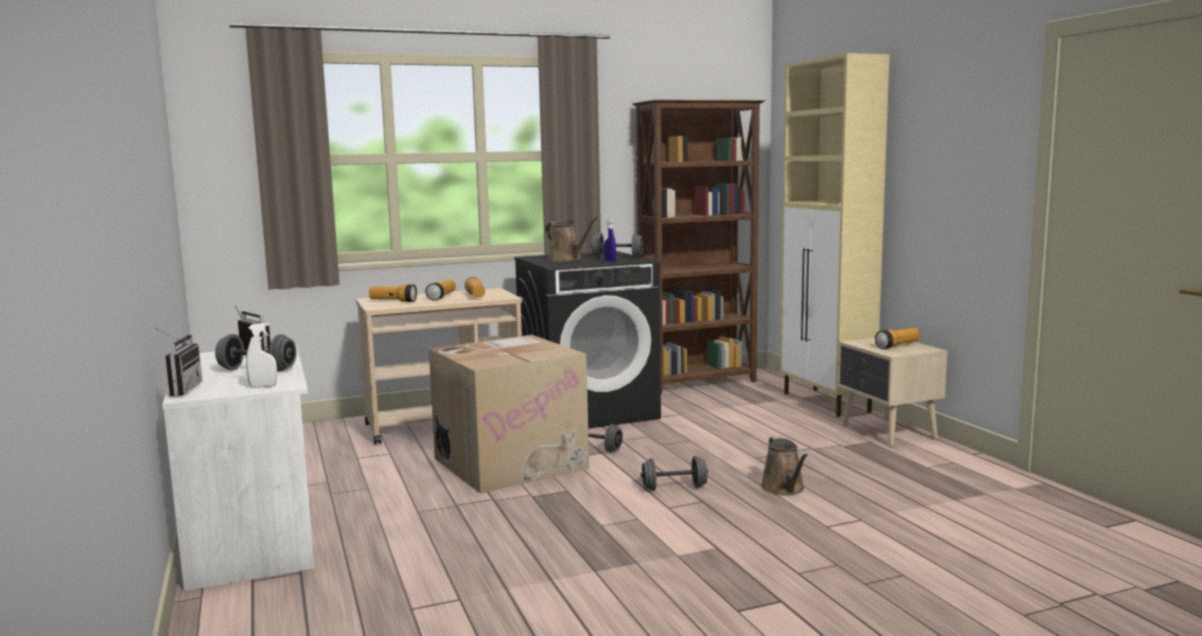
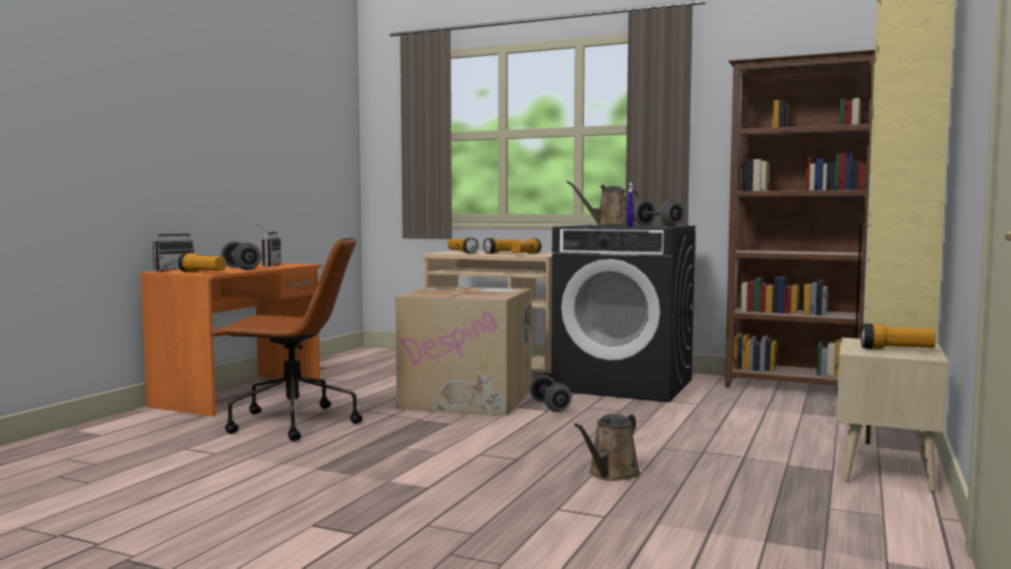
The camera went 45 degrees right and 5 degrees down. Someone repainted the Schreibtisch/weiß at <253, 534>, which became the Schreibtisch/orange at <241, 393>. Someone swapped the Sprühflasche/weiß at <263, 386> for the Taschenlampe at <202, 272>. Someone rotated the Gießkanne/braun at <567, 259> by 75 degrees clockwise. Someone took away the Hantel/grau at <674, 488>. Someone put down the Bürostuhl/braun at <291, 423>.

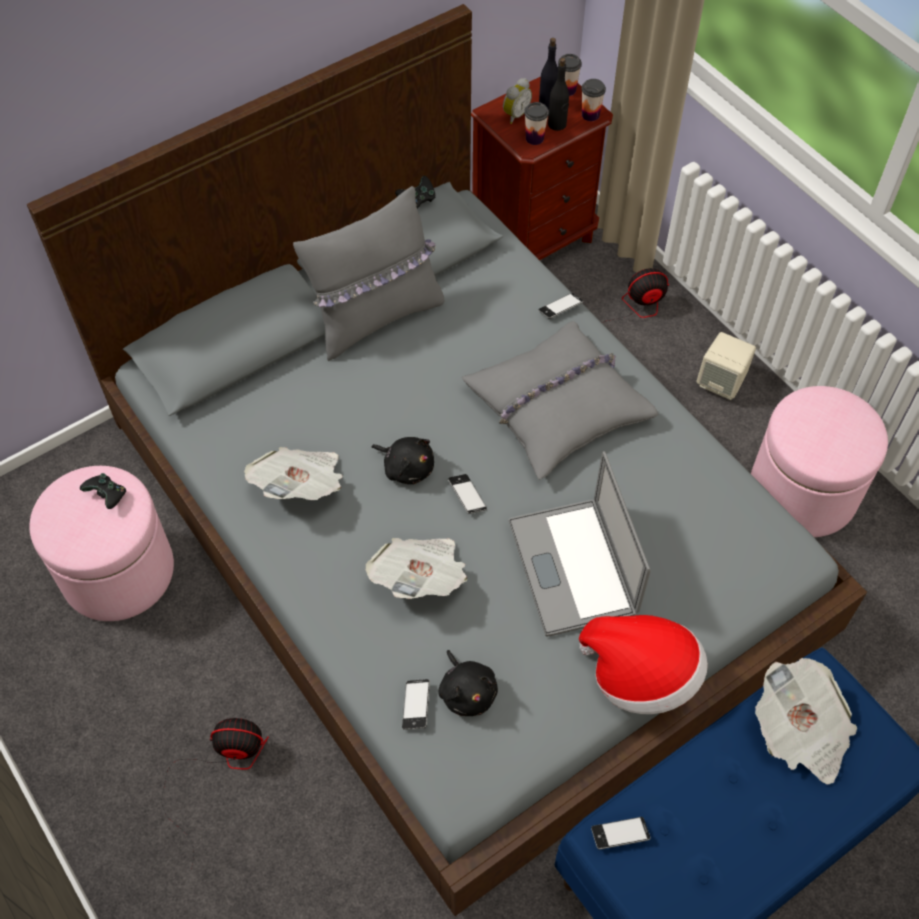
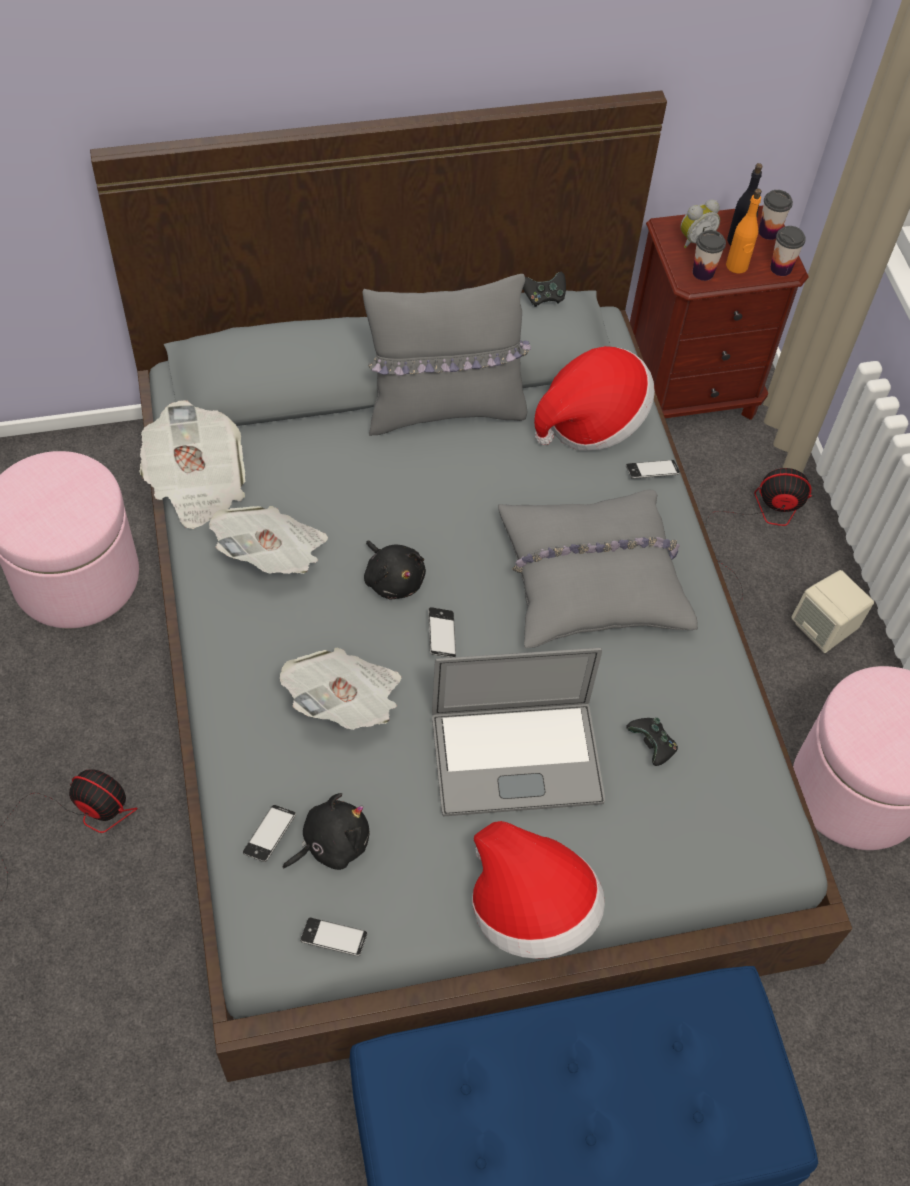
The camera went 20 degrees right and 0 degrees up. Someone carried the Gamepad/schwarz from <107, 496> to <652, 746>. Someone rotated the Plüschtier/schwarz at <467, 691> by 120 degrees counterclockwise. Someone rotated the Laptop at <572, 567> by 105 degrees counterclockwise. Someone repainted the Flasche/schwarz at <557, 124>, which became the Flasche/orange at <737, 266>. Someone carried the Handy from <620, 834> to <334, 938>. Someone carried the Zeitung from <800, 732> to <196, 483>. Someone put down the Hut at <591, 421>.

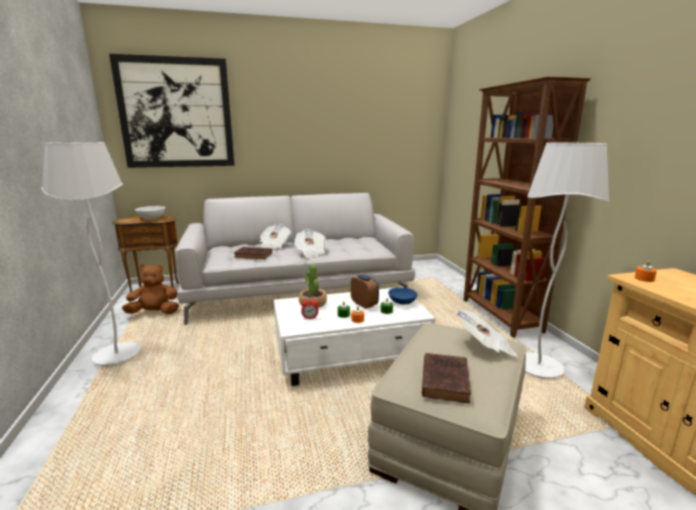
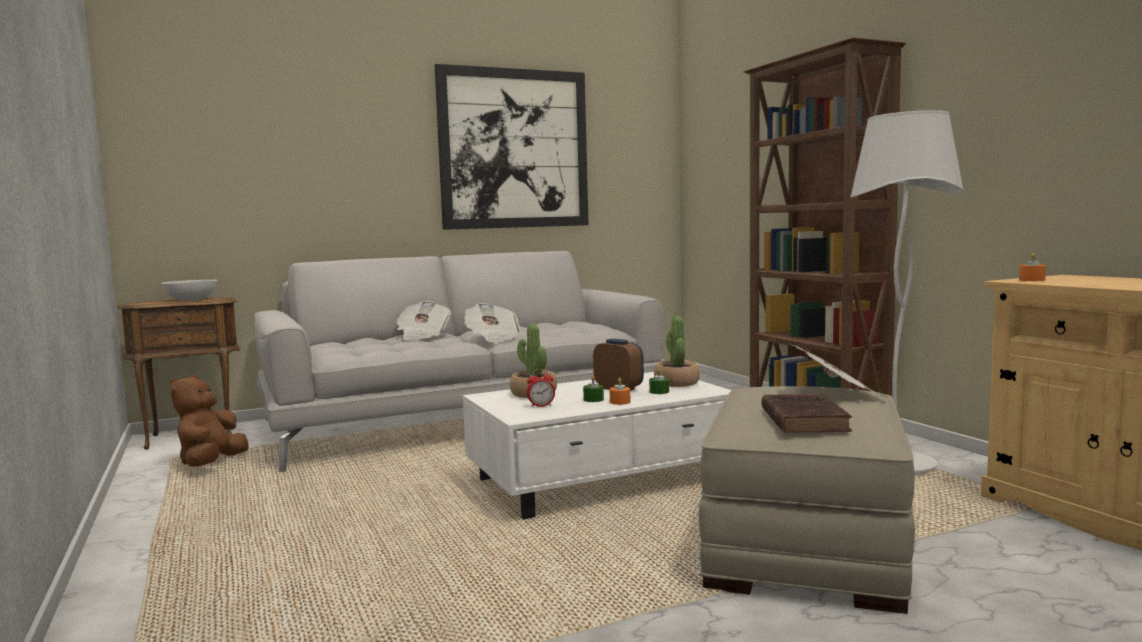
The camera went 10 degrees left and 10 degrees down. Someone took away the Stehlampe/weiß at <117, 356>. Someone carried the Bild from <176, 113> to <514, 149>. Someone rotated the Plüschtier/braun at <155, 313> by 60 degrees counterclockwise. Someone took away the Buch/braun at <254, 255>. Someone swapped the Schüssel/blau at <401, 302> for the Topfpflanze at <676, 383>.

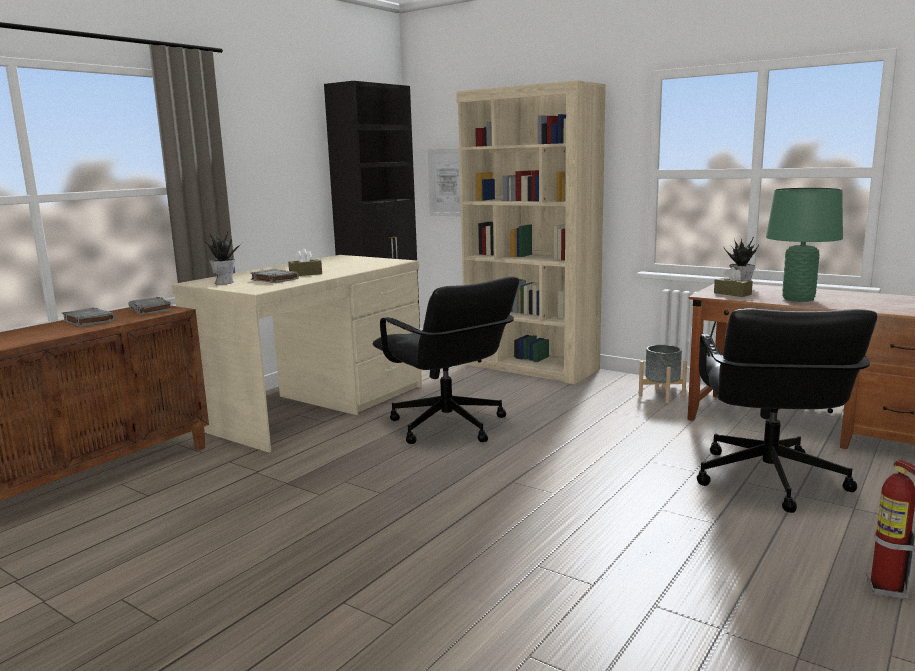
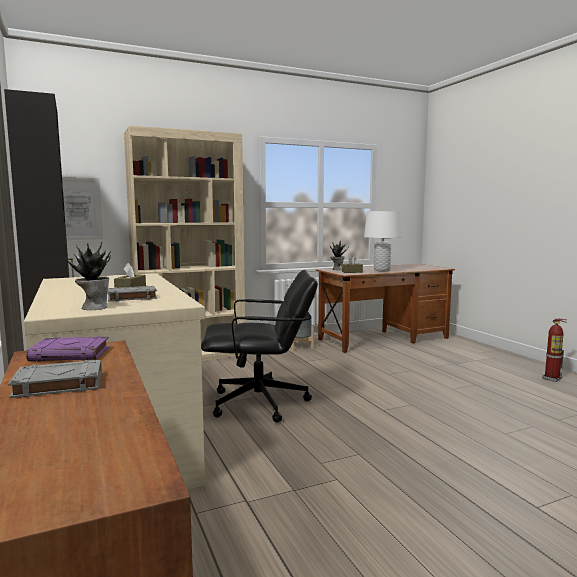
The camera went 60 degrees left and 5 degrees down. Someone repainted the Buch/grau at <151, 310>, which became the Buch/lila at <71, 354>. Someone took away the Bürostuhl/schwarz at <767, 480>. Someone repainted the Tischlampe/grün at <798, 299>, which became the Tischlampe/weiß at <381, 270>.

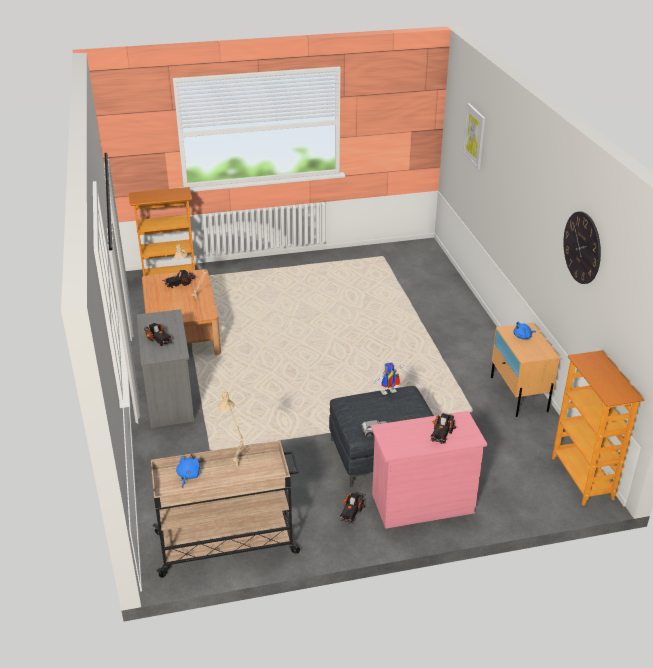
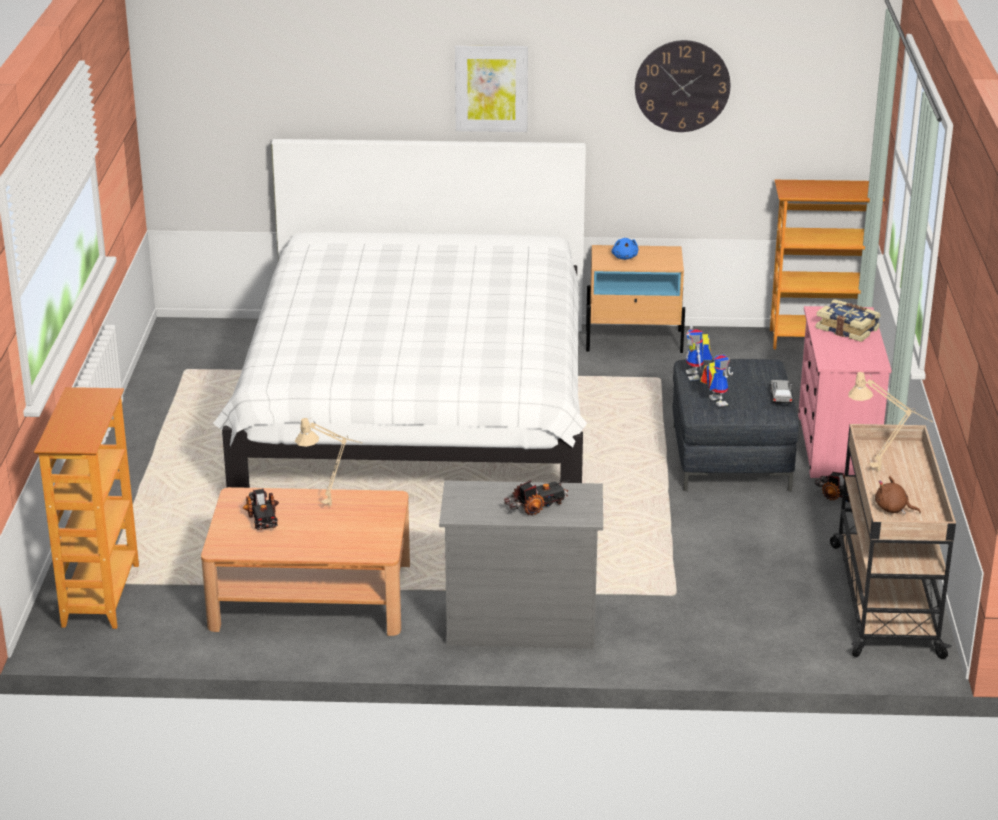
The camera went 75 degrees left and 5 degrees down. Someone repainted the Plüschtier/blau at <188, 476>, which became the Plüschtier/braun at <893, 509>. Someone swapped the Spielzeuglaster at <441, 434> for the Buch at <847, 329>. Someone carried the Bild from <474, 136> to <491, 88>. Someone put down the Bett/weiß at <417, 410>. Someone put down the Spielzeugroboter at <714, 401>.

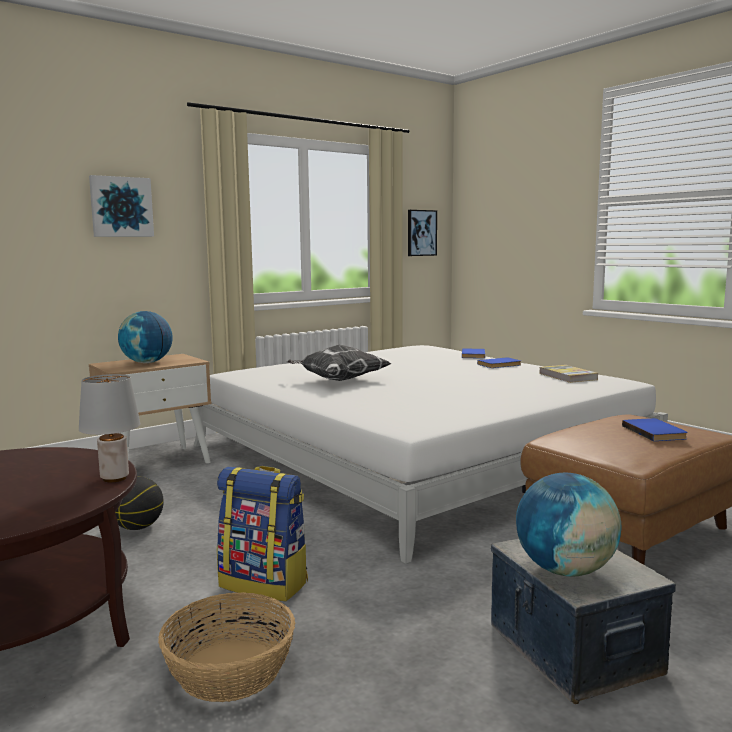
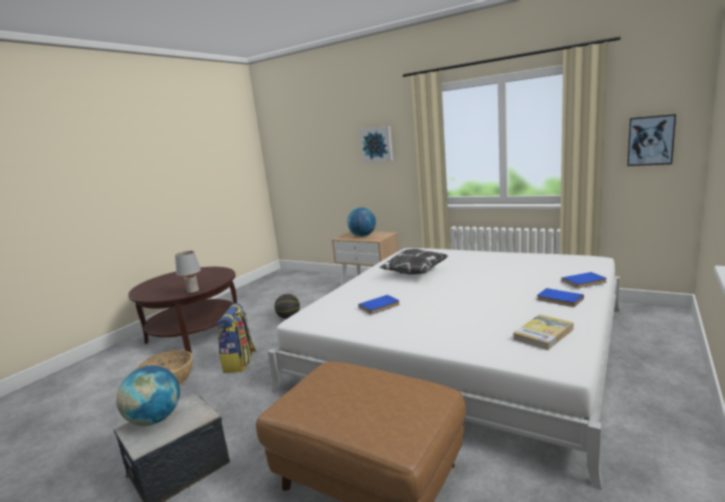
The camera went 70 degrees right and 5 degrees up. Someone carried the Buch/blau from <655, 432> to <380, 306>.

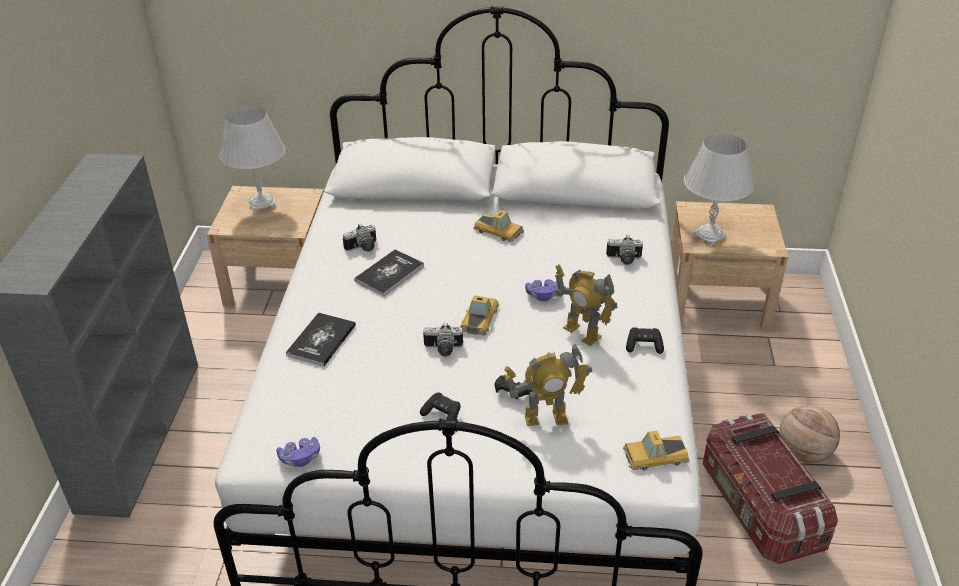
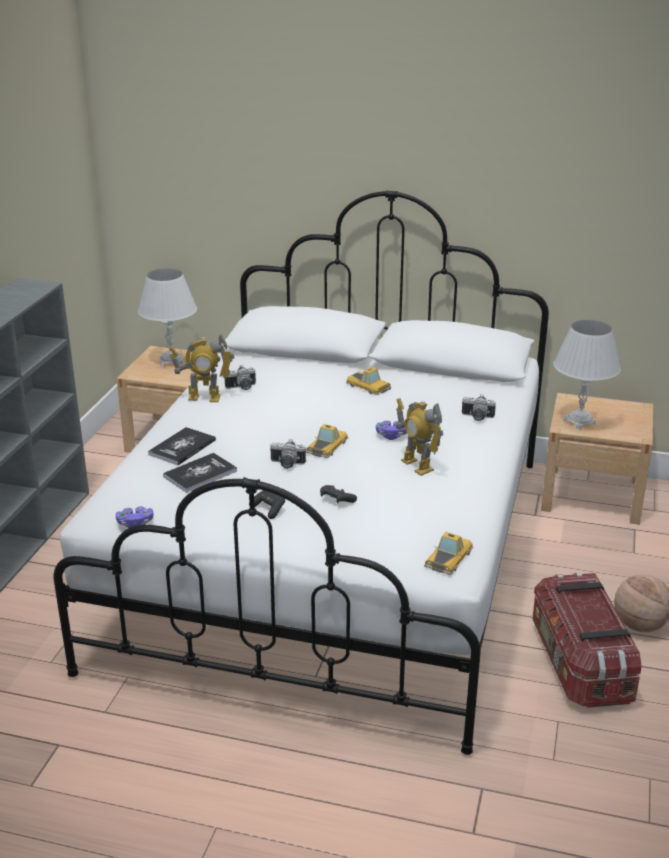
The camera went 10 degrees right and 10 degrees down. Someone carried the Buch from <389, 274> to <200, 474>. Someone carried the Spielzeugroboter from <546, 418> to <204, 398>. Someone rotated the Spielzeugauto at <654, 455> by 120 degrees clockwise. Someone took away the Gamepad/schwarz at <644, 346>.

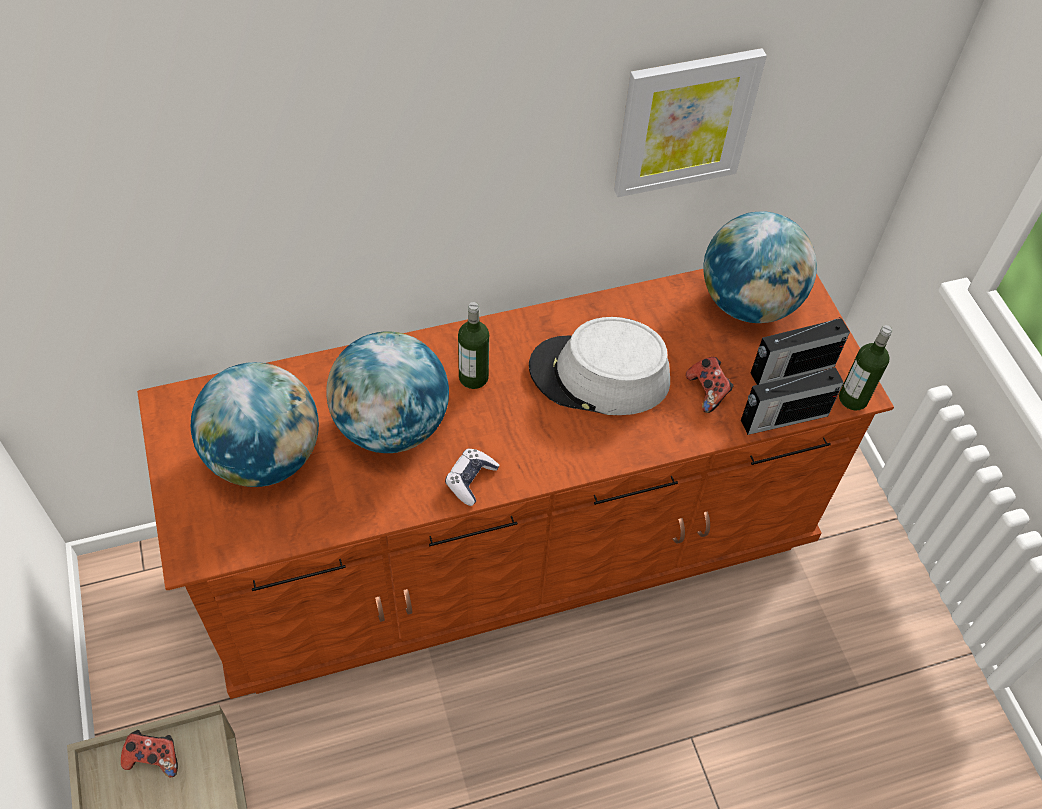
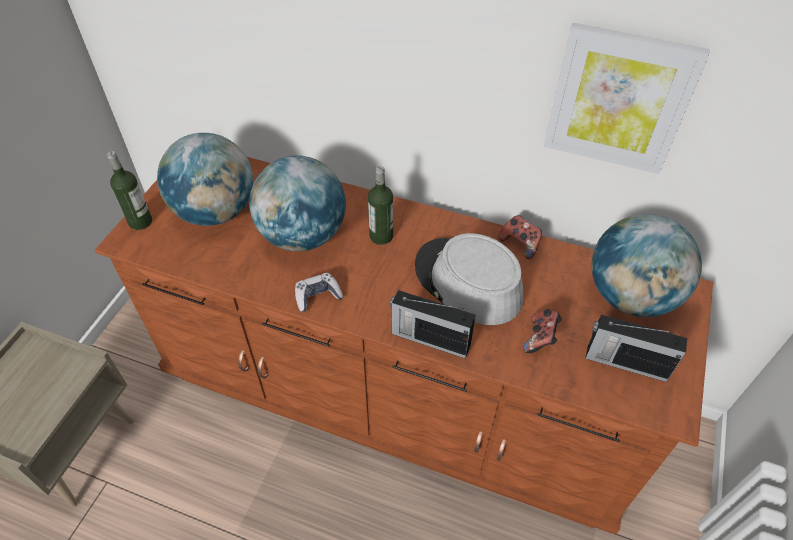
The camera went 40 degrees right and 5 degrees down. Someone carried the Gamepad from <154, 758> to <520, 244>. Someone carried the Radio from <782, 418> to <429, 338>. Someone carried the Flasche from <853, 398> to <140, 221>.

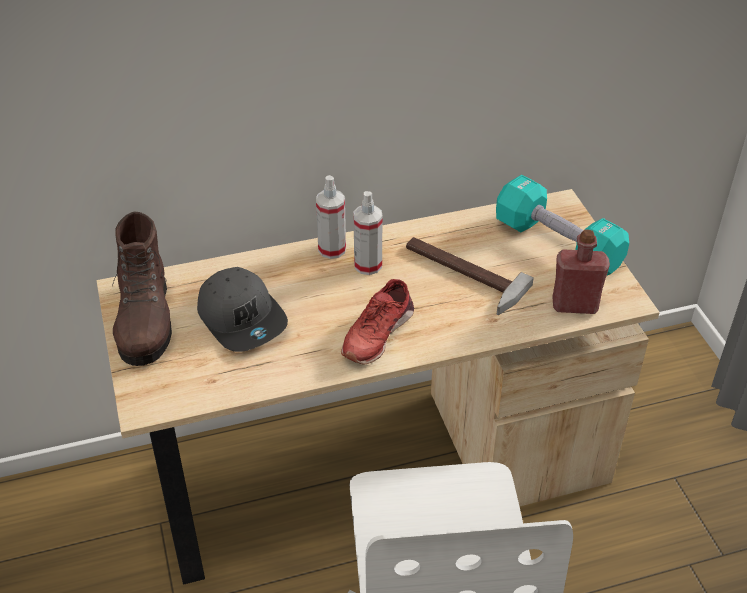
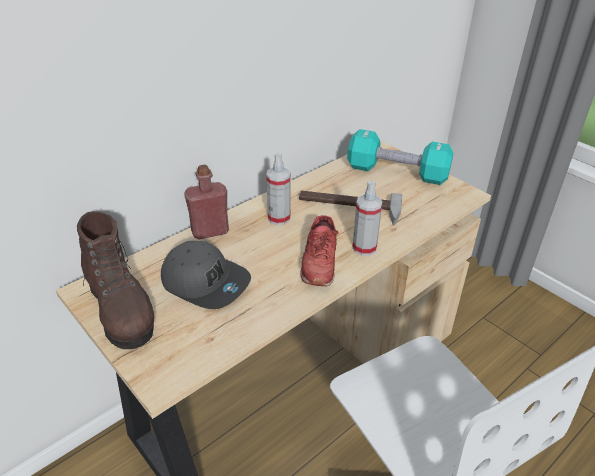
The camera went 25 degrees left and 5 degrees down. Someone carried the Sprühflasche from <332, 249> to <364, 248>. Someone carried the Flasche/rot from <574, 305> to <210, 231>.

